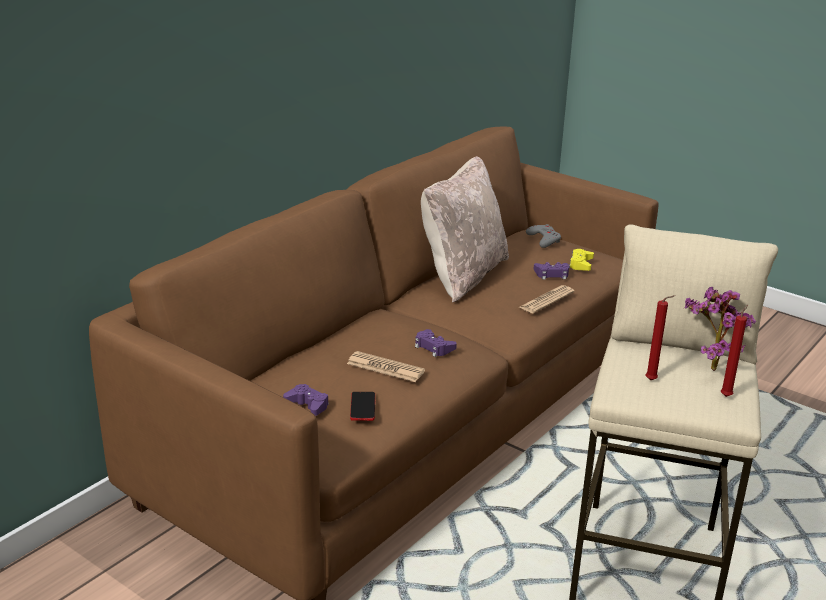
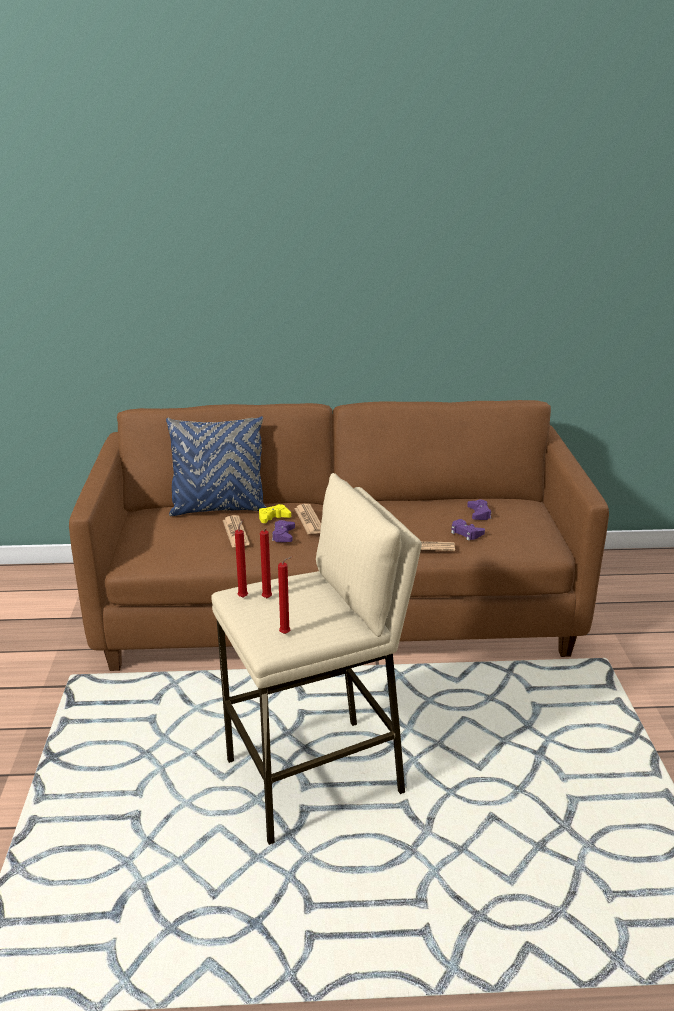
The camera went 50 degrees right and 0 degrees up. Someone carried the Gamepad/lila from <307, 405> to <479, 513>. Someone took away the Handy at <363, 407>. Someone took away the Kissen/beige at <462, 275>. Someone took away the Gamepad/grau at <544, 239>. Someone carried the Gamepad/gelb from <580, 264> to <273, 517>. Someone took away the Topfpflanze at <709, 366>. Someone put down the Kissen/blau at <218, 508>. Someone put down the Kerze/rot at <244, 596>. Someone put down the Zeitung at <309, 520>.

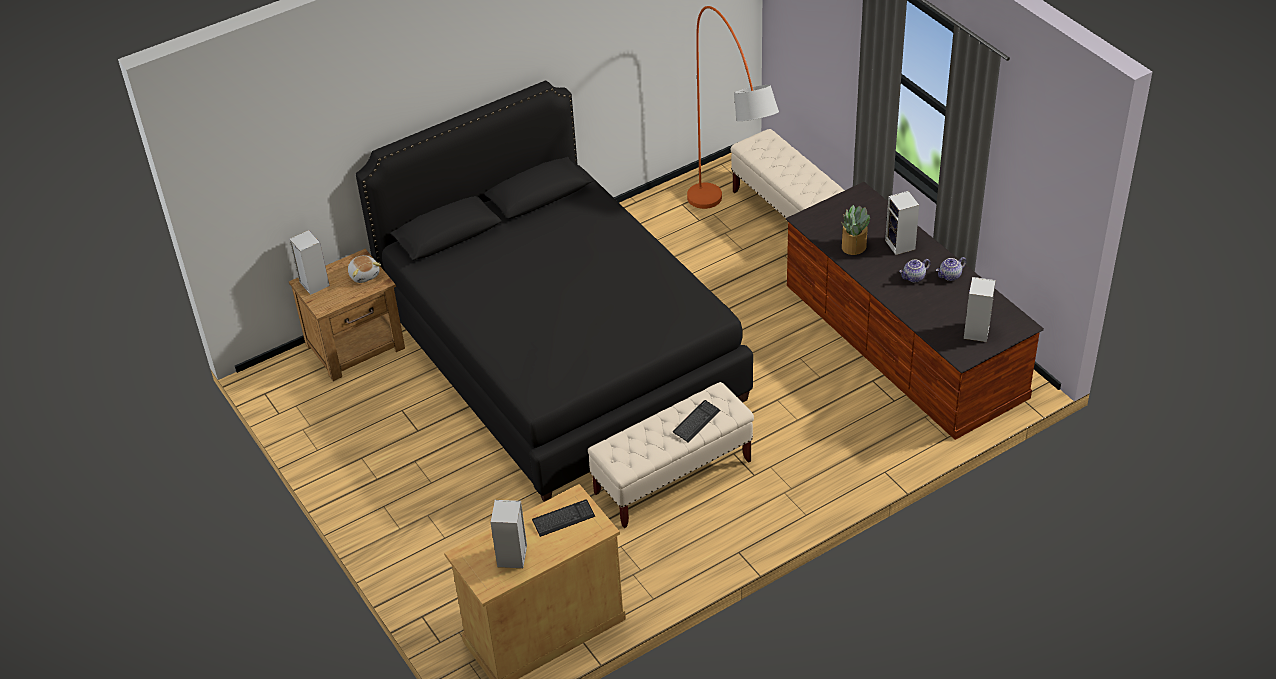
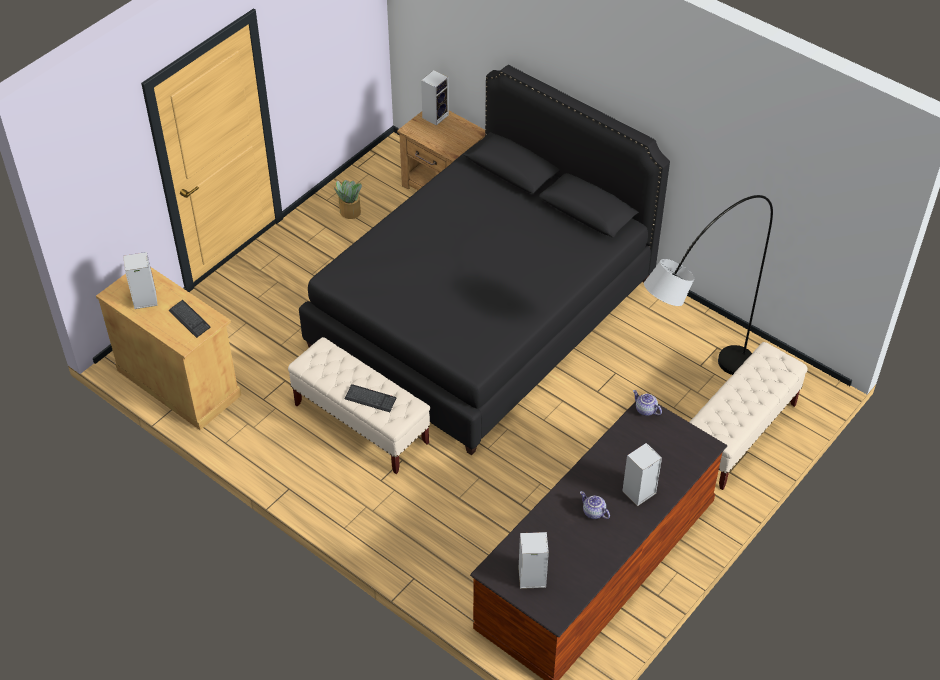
The camera went 70 degrees right and 5 degrees up. Someone took away the Plüschtier at <364, 275>. Someone repainted the Stehlampe/orange at <731, 236>, which became the Stehlampe/grau at <688, 395>. Someone carried the Topfpflanze from <853, 247> to <349, 211>. Someone carried the Teekanne from <950, 276> to <645, 410>.

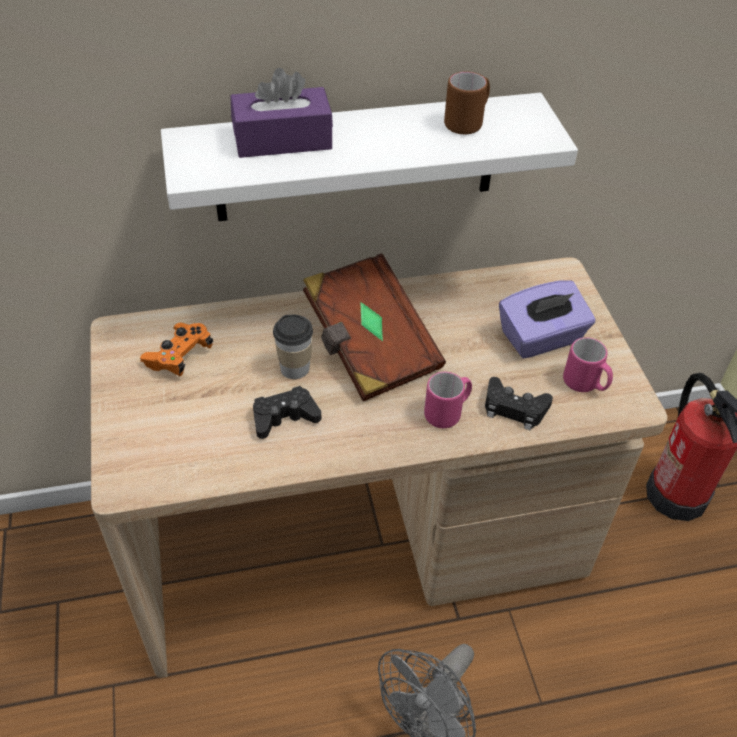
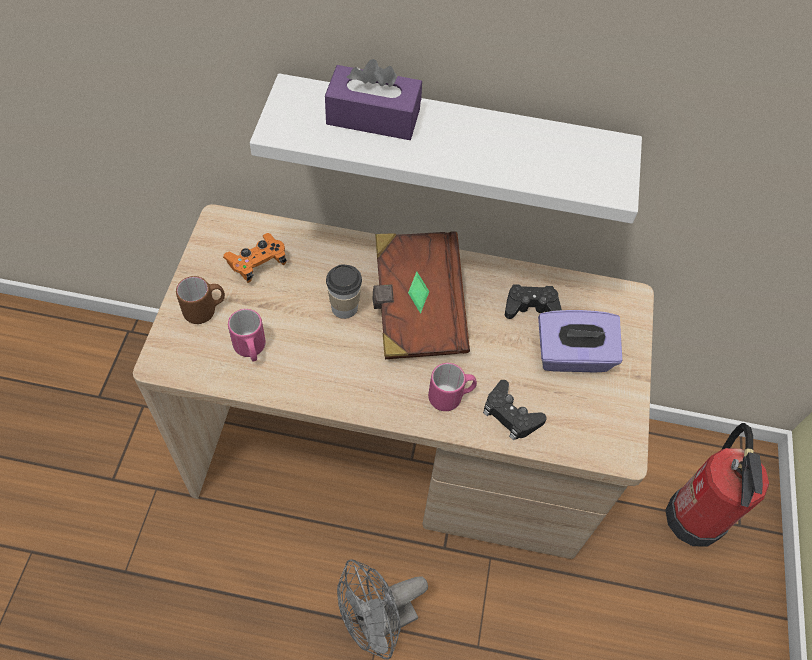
The camera went 20 degrees right and 10 degrees up. Someone carried the Gamepad/schwarz from <284, 417> to <531, 307>. Someone carried the Henkelbecher/braun from <467, 123> to <205, 310>. Someone carried the Henkelbecher/rosa from <585, 385> to <251, 350>.

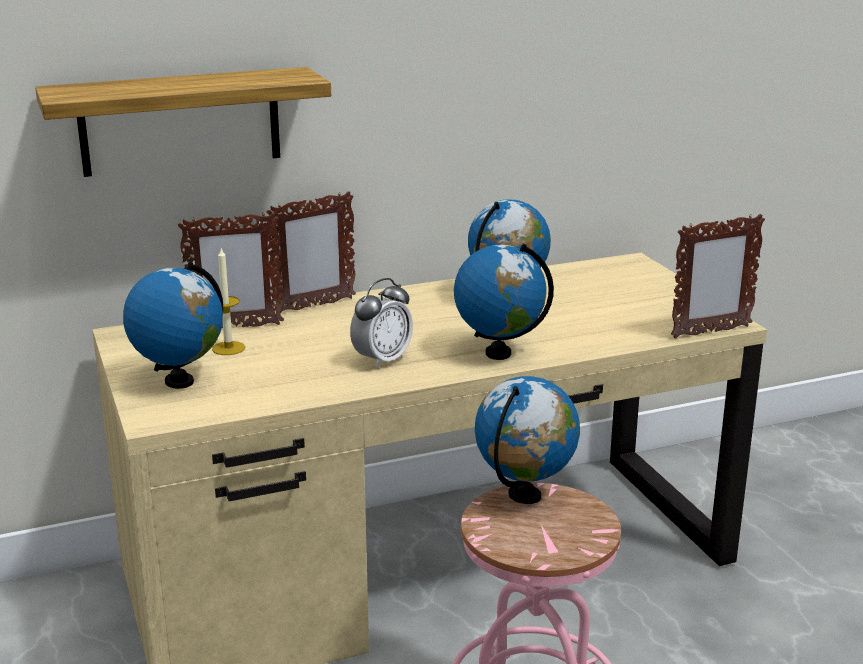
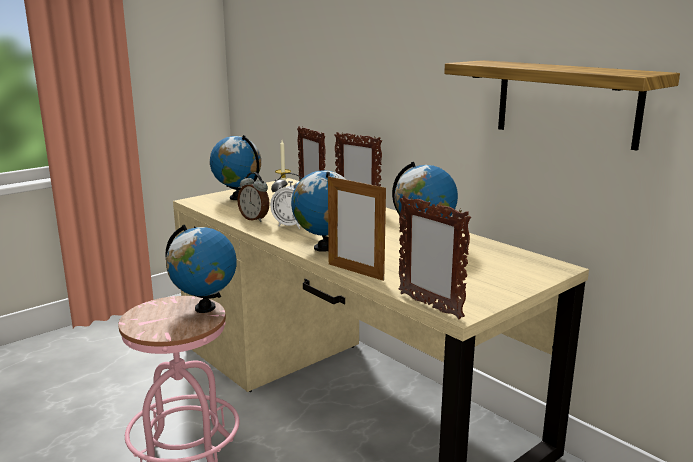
The camera went 70 degrees right and 5 degrees down. Someone carried the Wandregal from <180, 121> to <566, 102>. Someone put down the Wecker at <255, 219>. Someone put down the Bilderrahmen at <355, 272>.

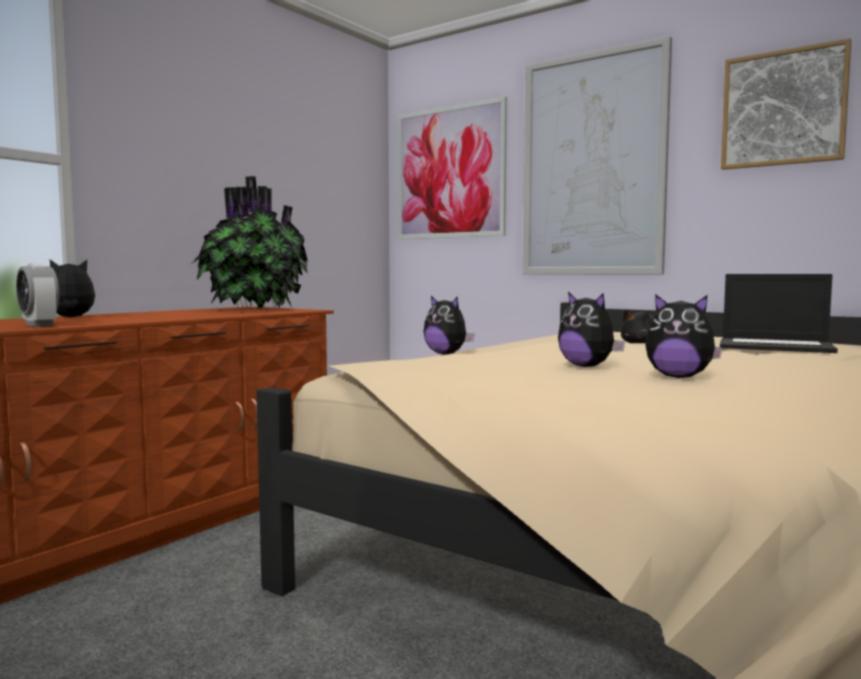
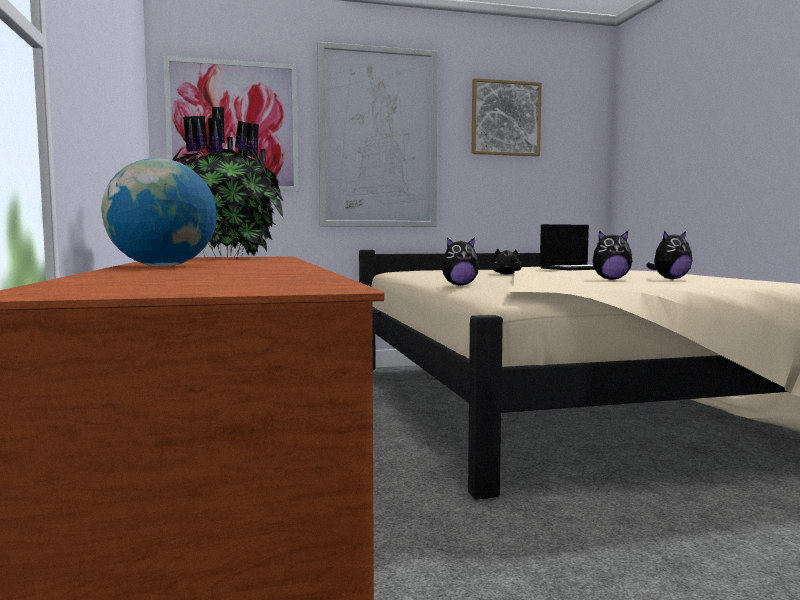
The camera went 50 degrees left and 0 degrees up. Someone took away the Wecker at <39, 325>. Someone swapped the Plüschtier at <70, 317> for the Globus at <162, 266>.

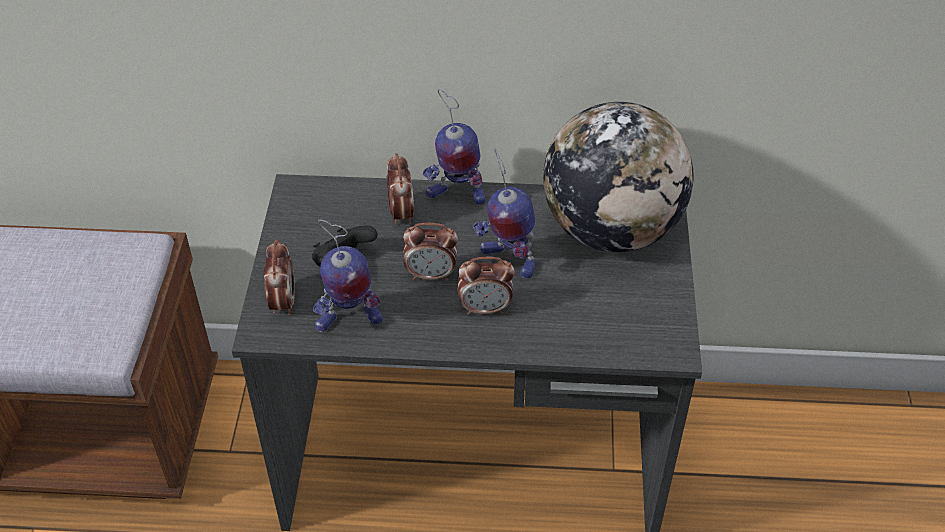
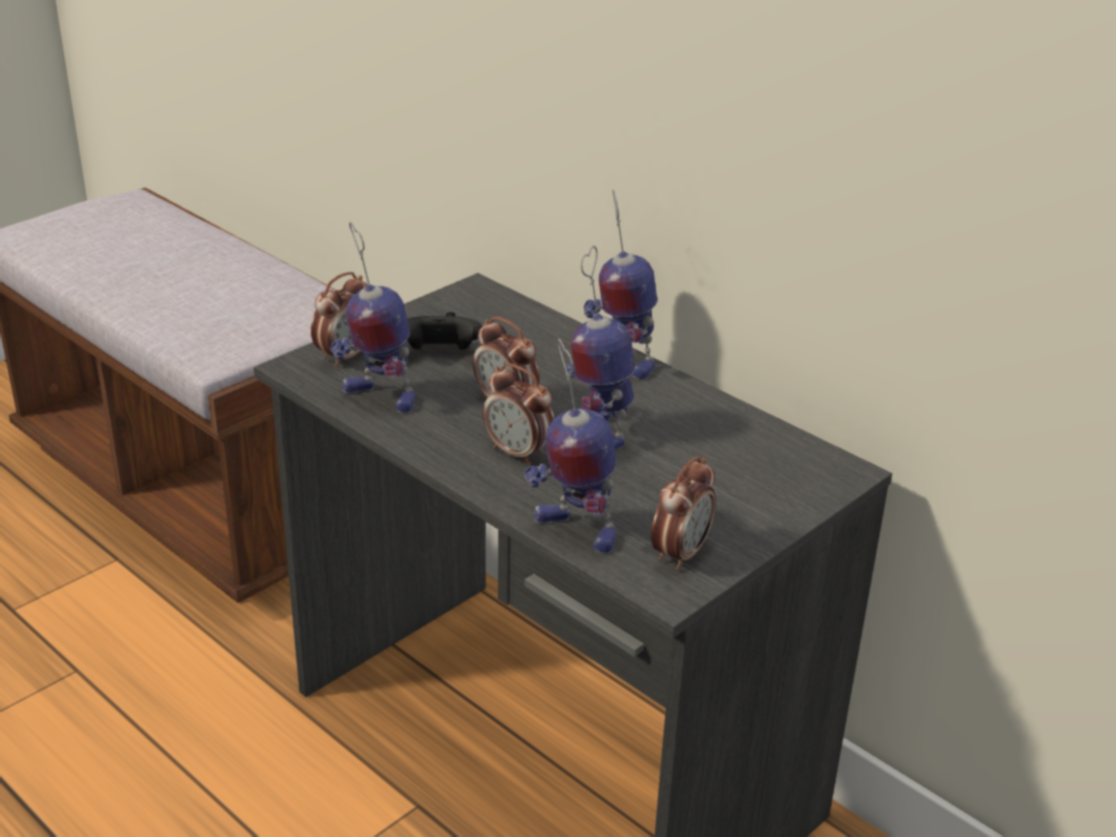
The camera went 40 degrees right and 15 degrees down. Someone carried the Wecker from <401, 213> to <680, 554>. Someone took away the Globus at <611, 229>. Someone put down the Spielzeugroboter at <574, 530>.

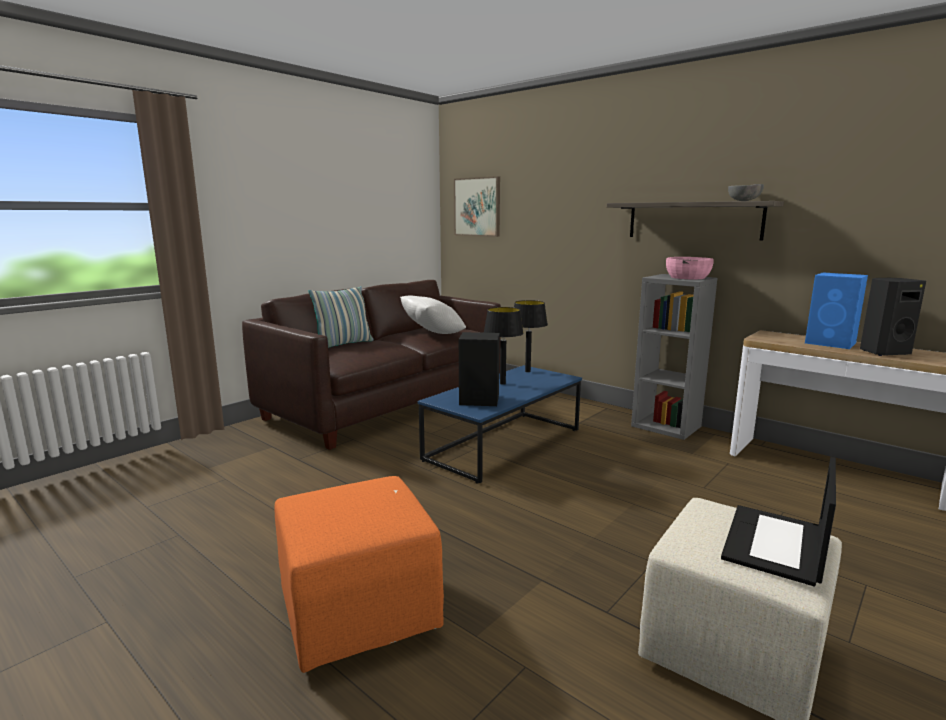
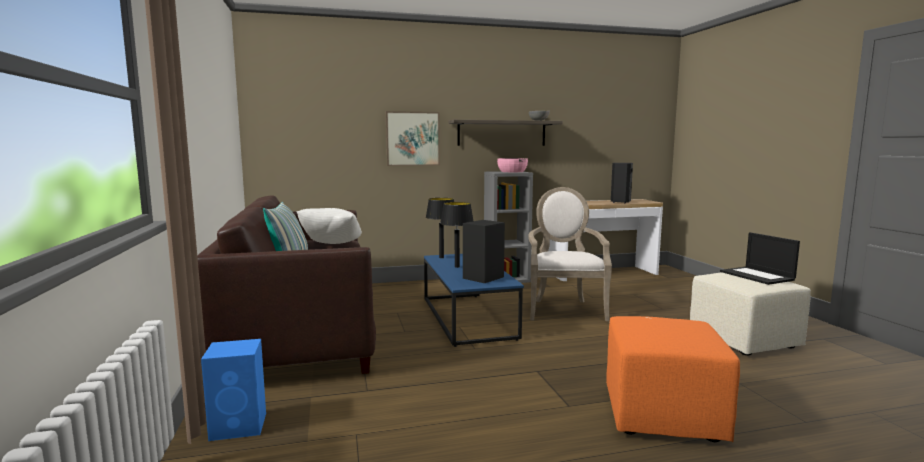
The camera went 55 degrees left and 5 degrees down. Someone carried the Bild from <477, 207> to <412, 139>. Someone carried the Lautsprecher/blau from <831, 343> to <240, 426>. Someone put down the Sessel at <564, 309>.

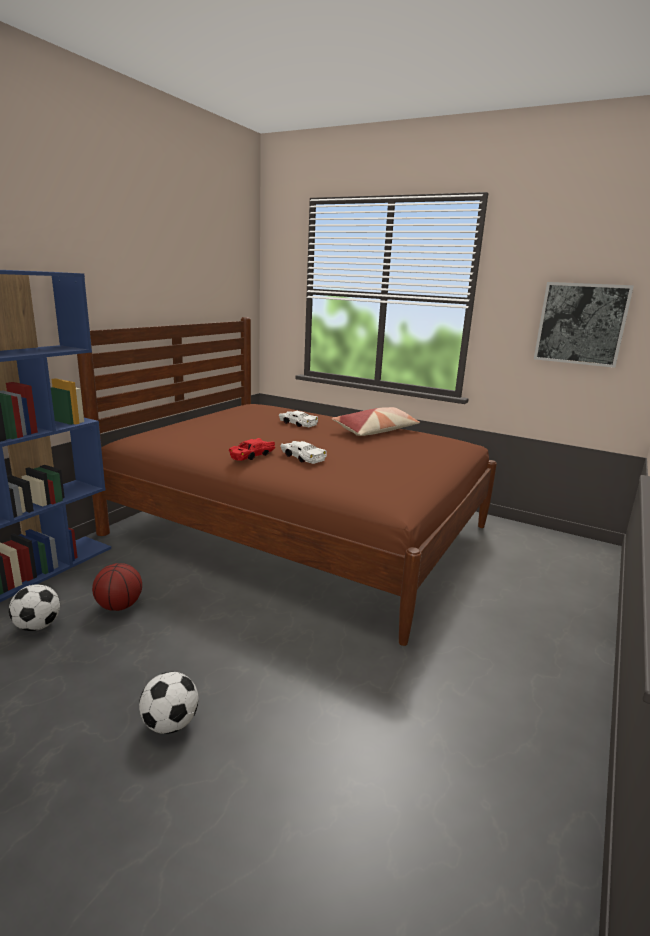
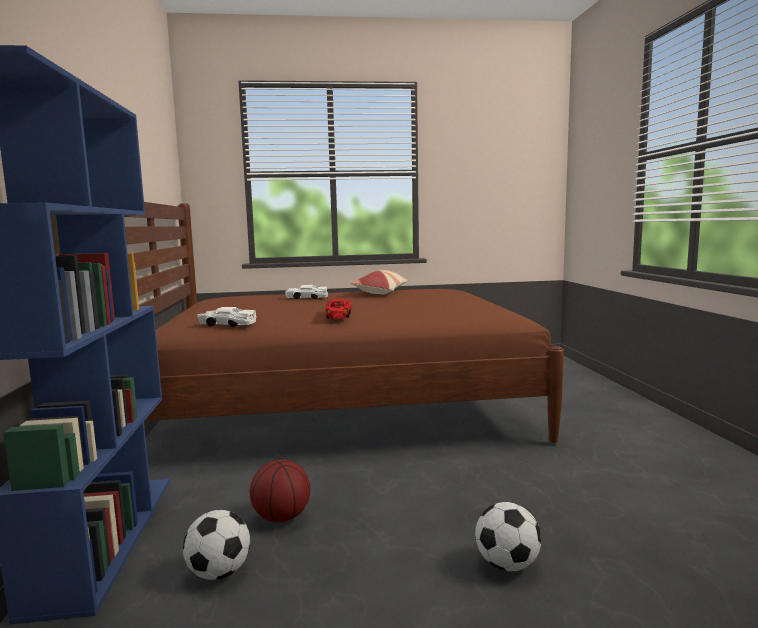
The camera went 35 degrees left and 10 degrees down. Someone carried the Spielzeugauto/weiß from <302, 457> to <227, 324>. Someone took away the Bild at <581, 324>.

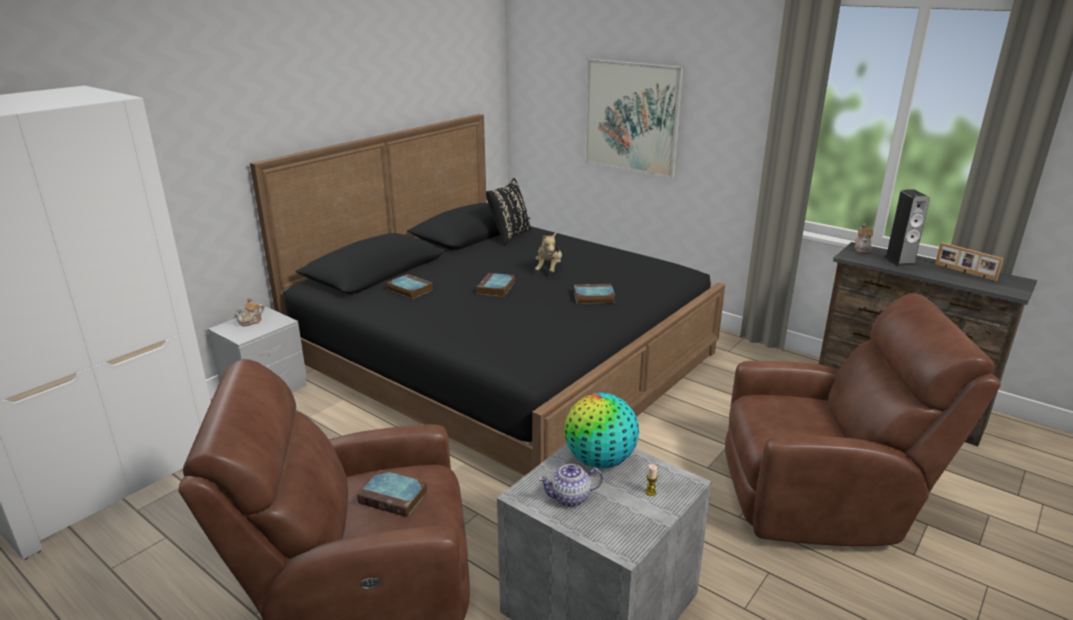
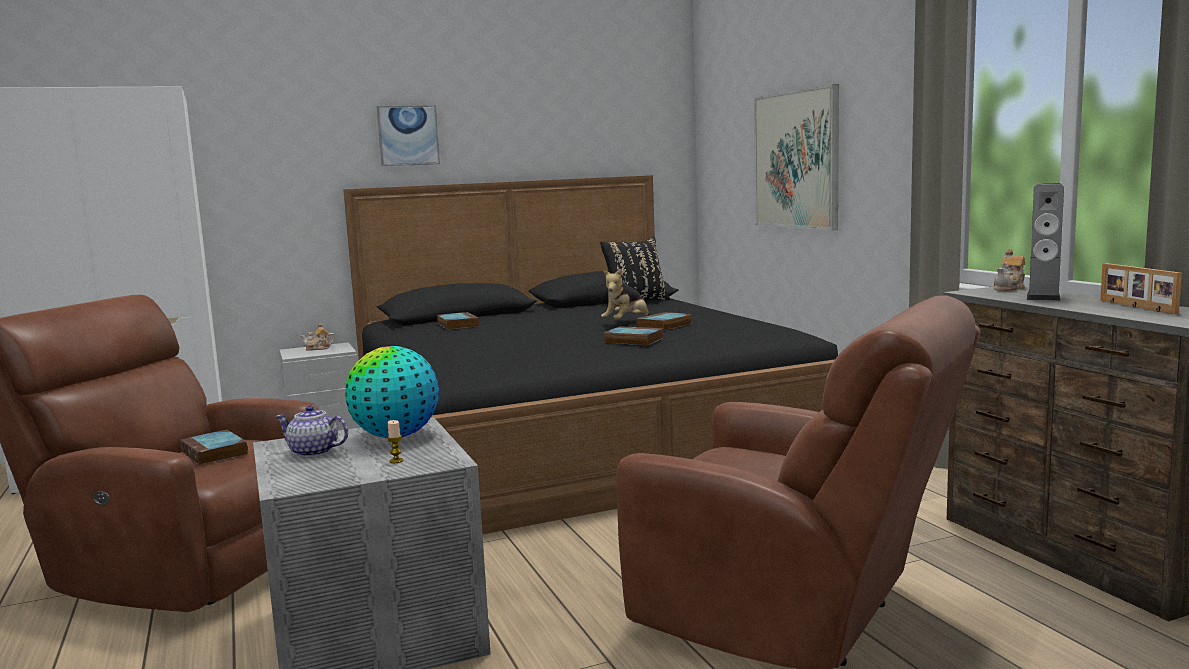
The camera went 30 degrees right and 15 degrees down. Someone carried the Buch from <496, 288> to <664, 326>. Someone put up the Bild at <408, 135>.

